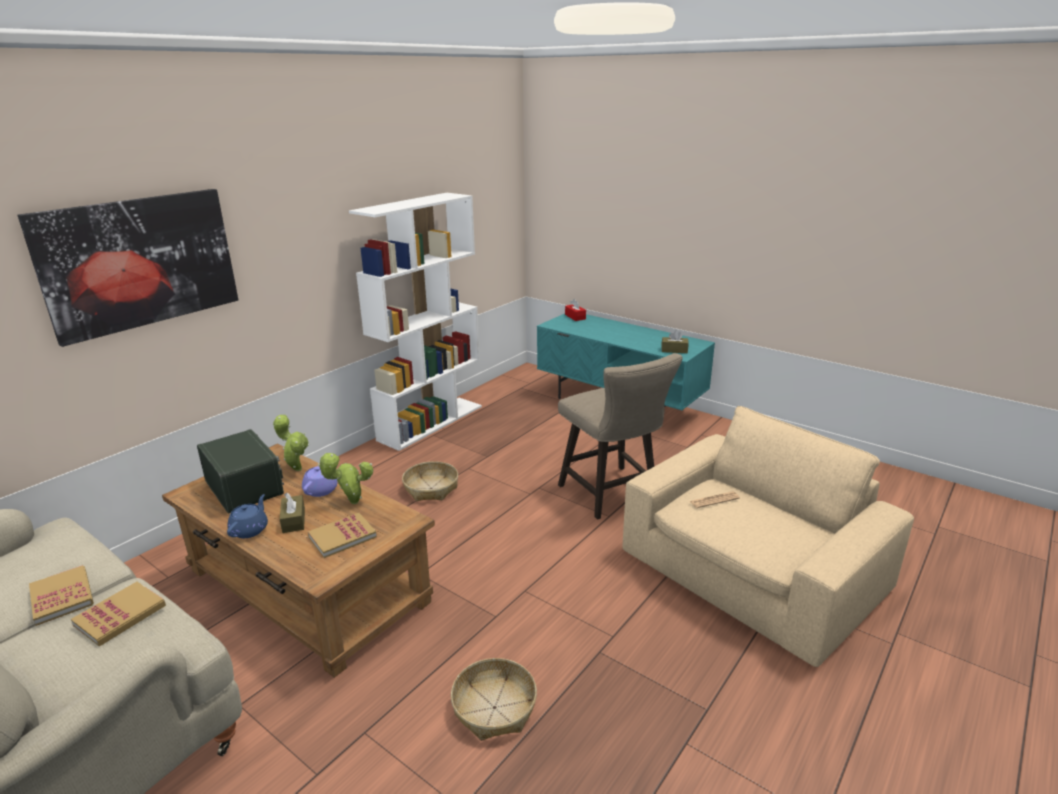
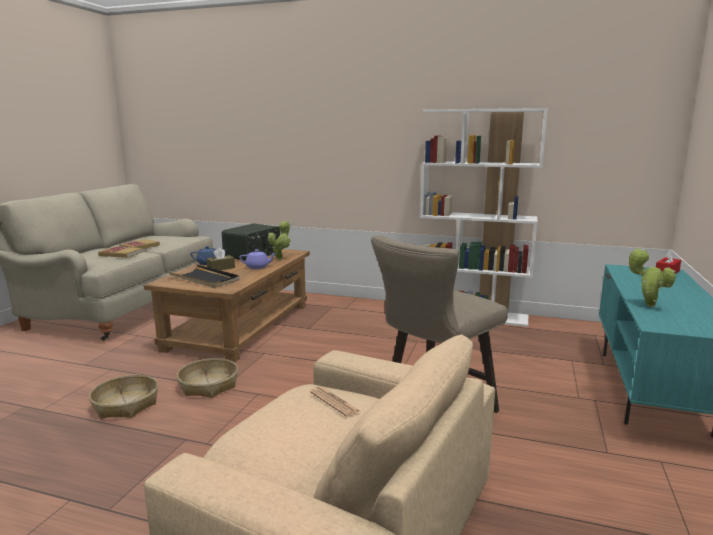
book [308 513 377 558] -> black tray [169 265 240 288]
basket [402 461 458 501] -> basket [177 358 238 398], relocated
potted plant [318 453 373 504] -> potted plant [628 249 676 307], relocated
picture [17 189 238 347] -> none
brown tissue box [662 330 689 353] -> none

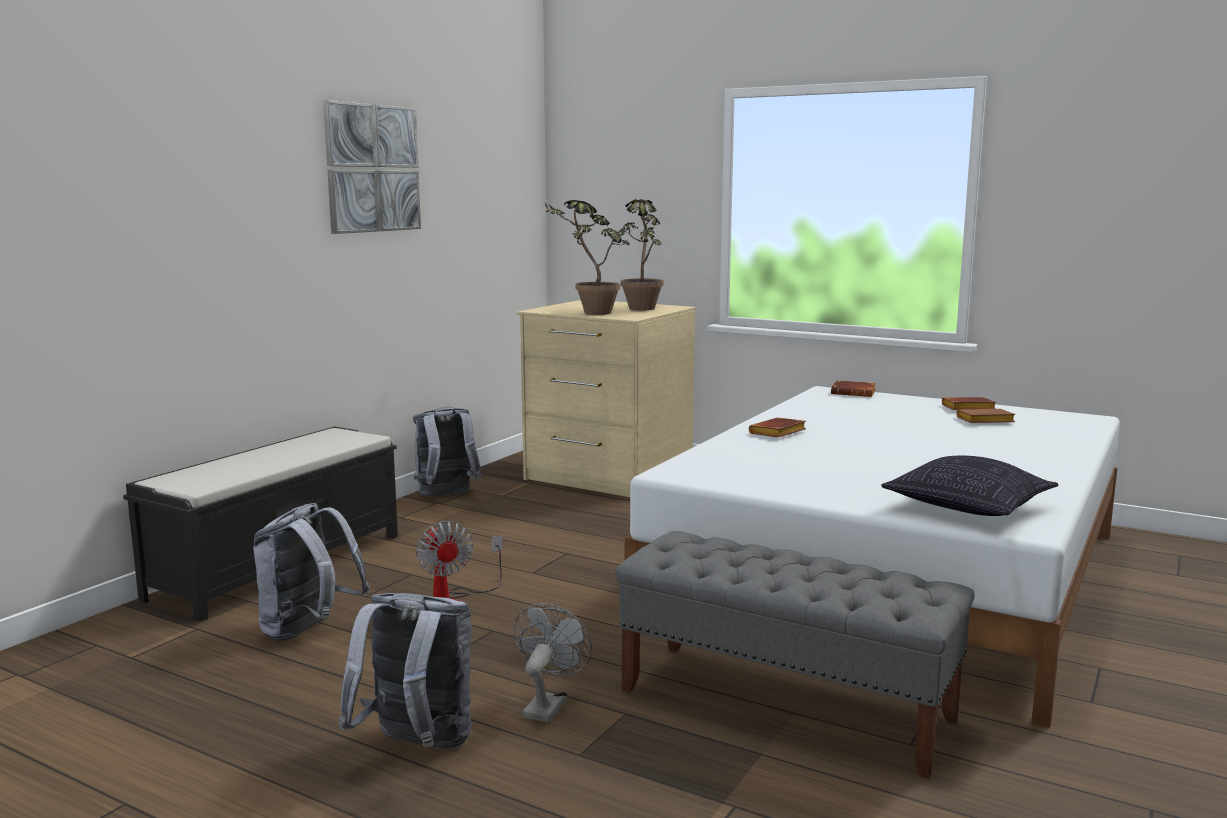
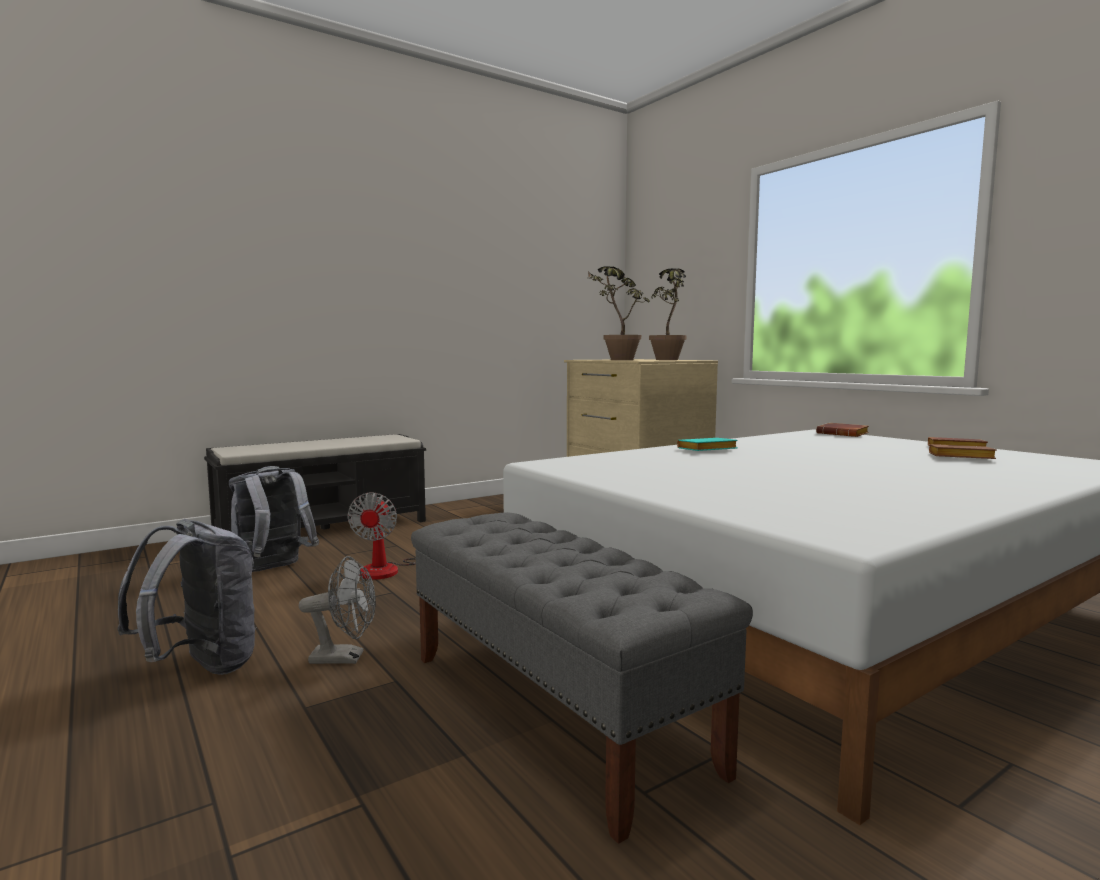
grey fan [514 603 592 722] -> grey fan [299 556 376 664], 45 degrees clockwise
brown book [749 417 806 437] -> turquoise book [677 438 738 451]
picture [323 100 421 234] -> none
grey backpack [413 406 482 496] -> none
pillow [881 456 1059 516] -> none

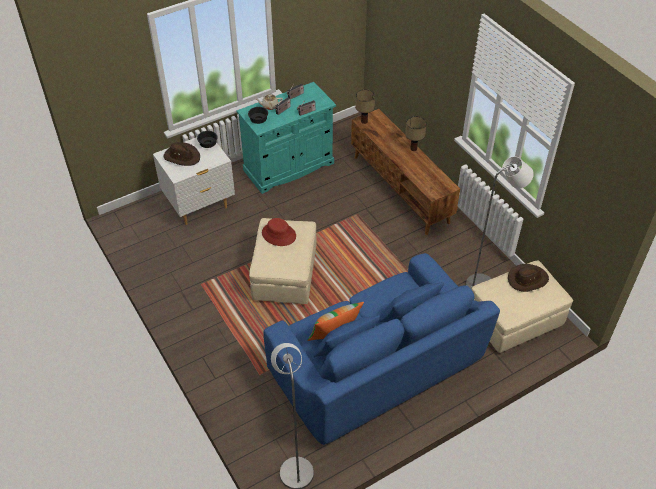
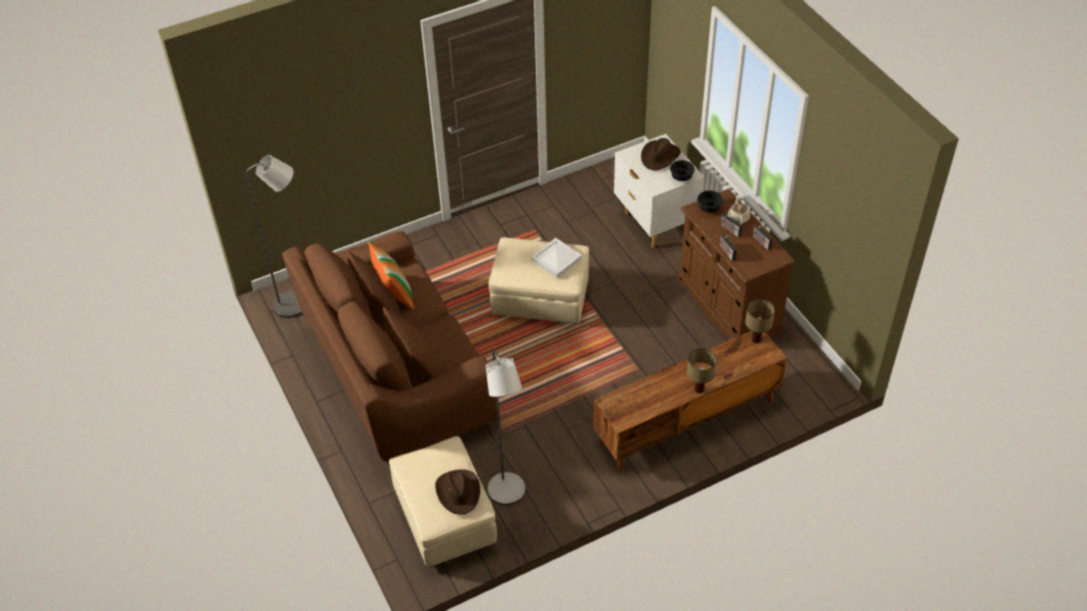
blue sofa [263 253 500 445] -> brown sofa [283 231 497 462]
red hat [262 218 296 246] -> white tray [531 238 582 278]
turquoise cabinet [237 82 336 194] -> brown cabinet [678 189 795 340]

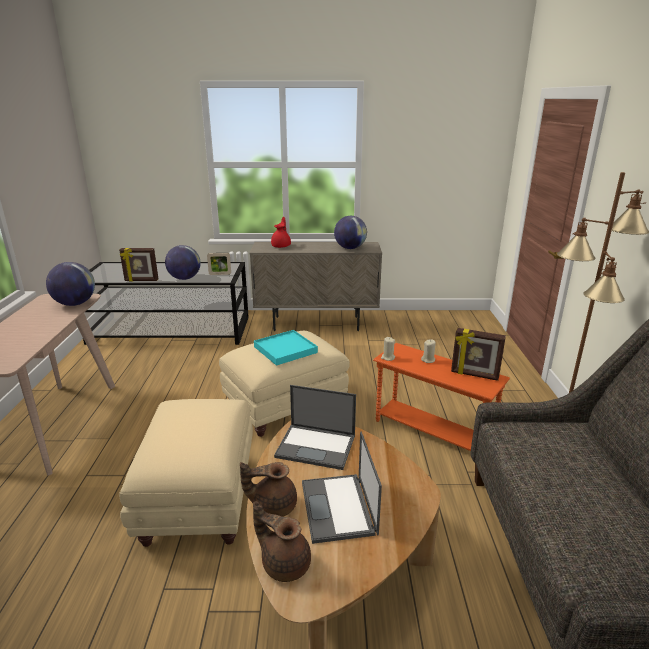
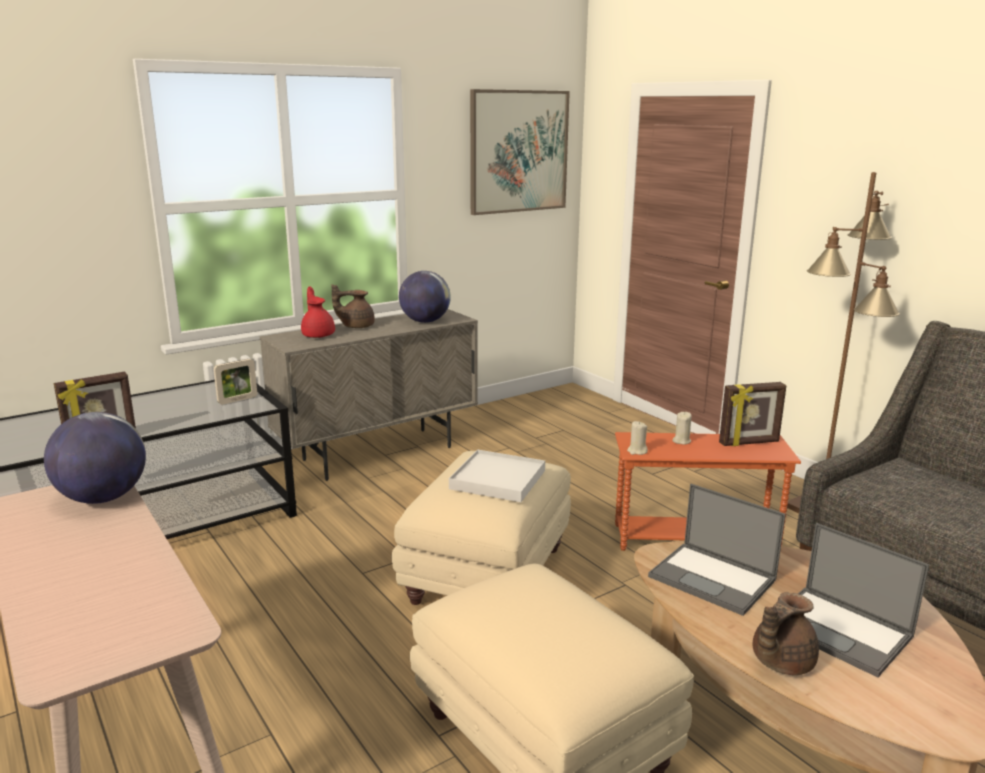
brown teapot [253 501 311 582] -> brown teapot [331 284 375 328], relocated
turquoise tray [254 330 318 366] -> white tray [449 450 545 502]
none -> picture [470 89 570 215]
laptop [274 385 356 470] -> laptop [648 484 786 616], 60 degrees clockwise
globe [165 245 201 280] -> none

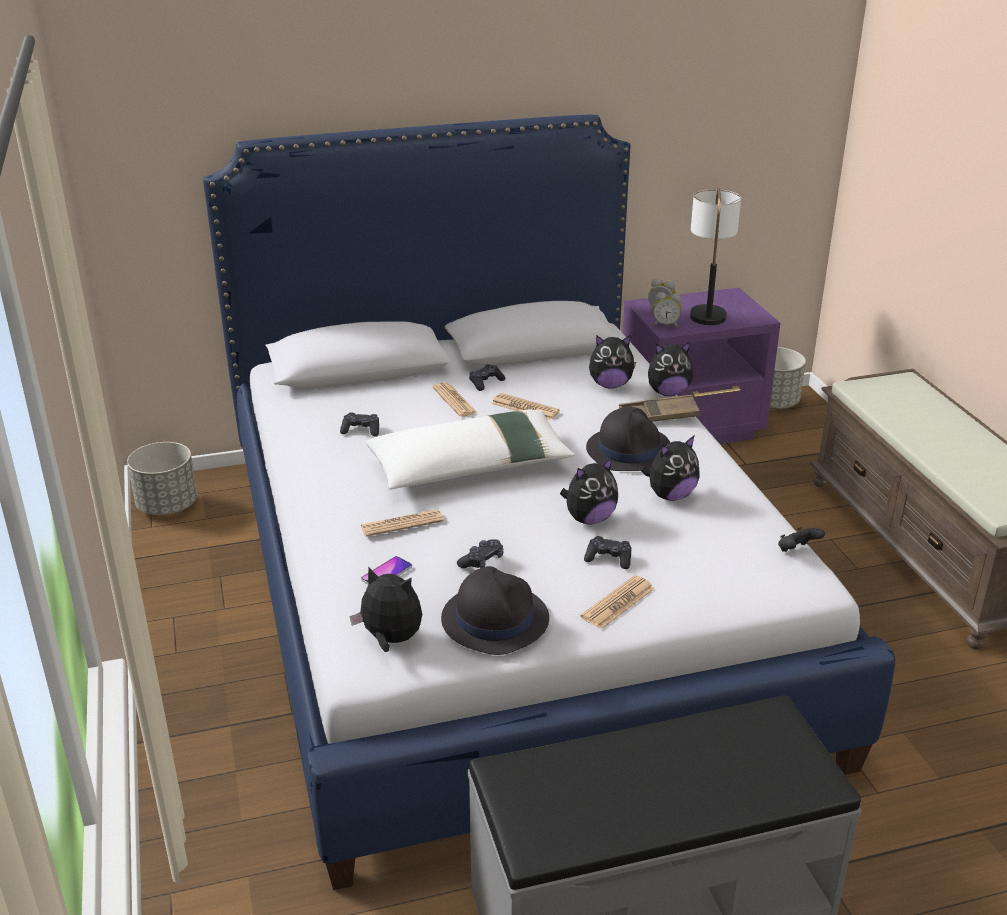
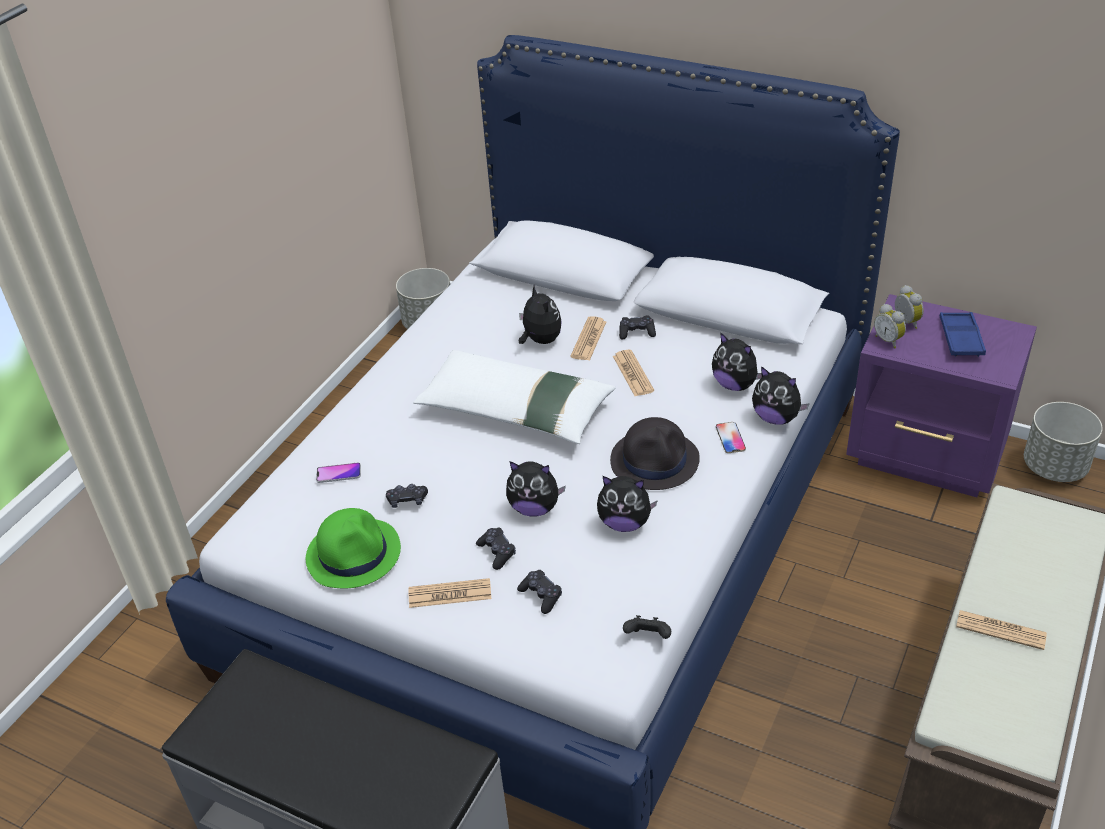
black hat [441 566 549 655] -> green hat [306 508 401 588]
black game controller [340 413 379 436] -> black game controller [517 570 562 614], relocated
plush toy [350 567 422 652] -> plush toy [519 285 562 344], relocated
brown tray [619 395 700 422] -> phone [716 422 746 453]
table lamp [690 188 741 325] -> blue tray [940 312 986 357]
newspaper [361 509 444 537] -> newspaper [956 610 1047 650], relocated

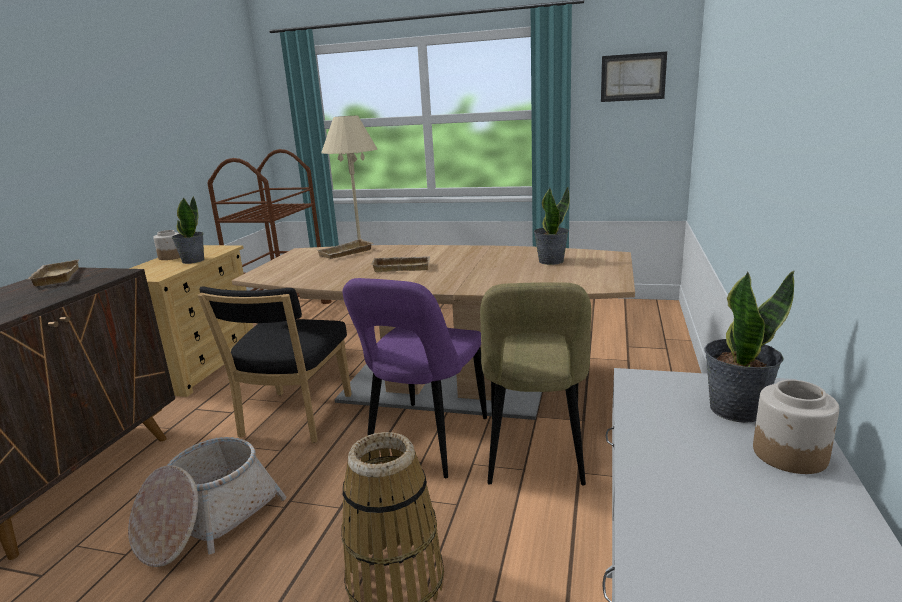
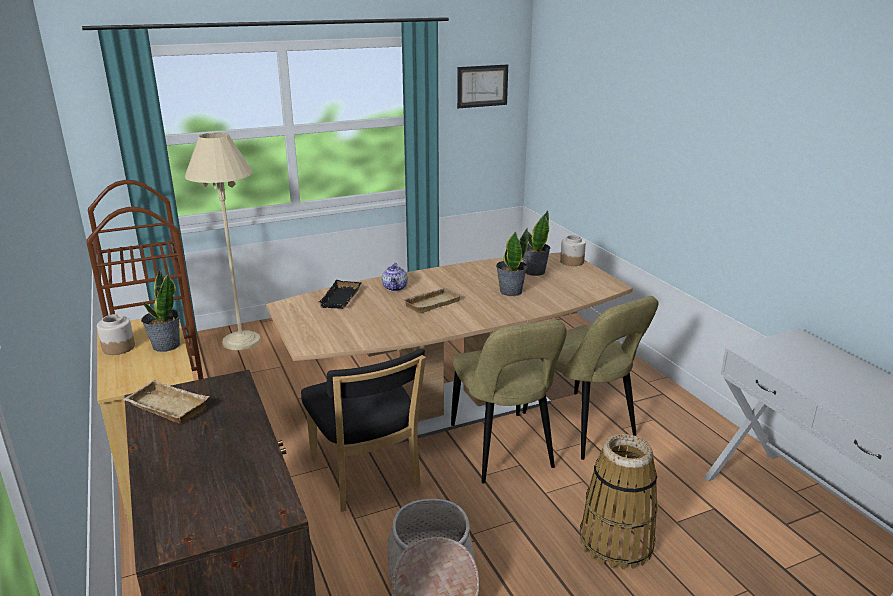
beige tray [318 239 373 259] -> black tray [319 280 362 309]
none -> teapot [382 263 408 291]
purple chair [343 278 487 478] -> beige chair [451 320 567 484]
potted plant [704 270 795 423] -> potted plant [496 228 528 296], relocated
jar [753 380 839 474] -> jar [560 235 586 266], relocated

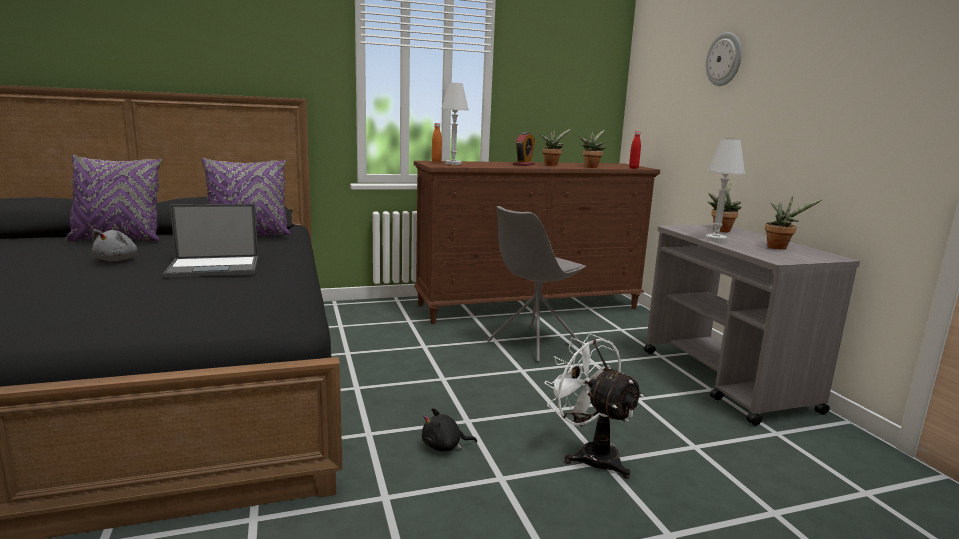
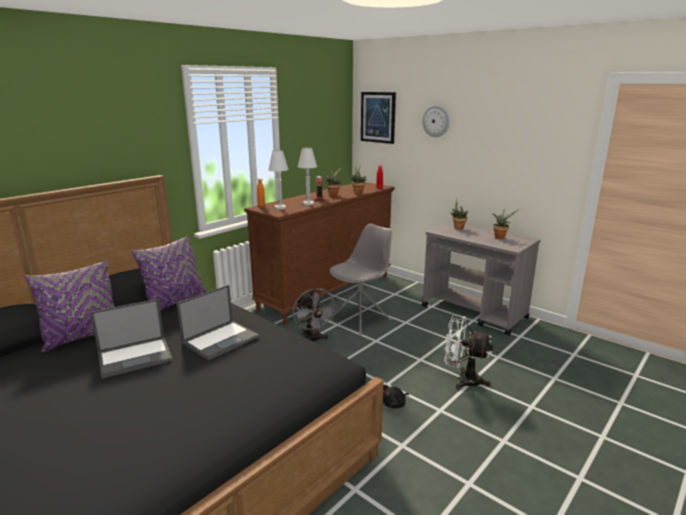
grey plush toy [92 229 137 261] -> laptop [90 299 173 379]
none -> grey fan [293 288 337 343]
white table lamp [705 138 745 242] -> white table lamp [298 148 317 205], relocated
grey chair [487 206 586 362] -> grey chair [330 224 392 335], 150 degrees counterclockwise
none -> picture [361 92 396 144]

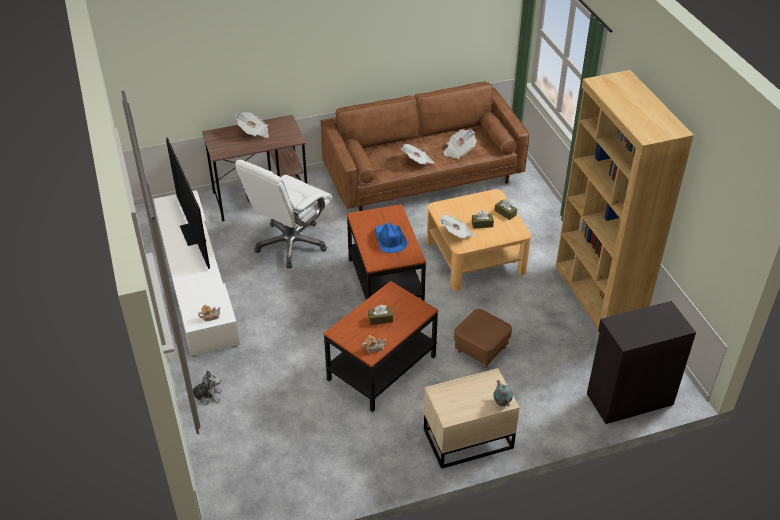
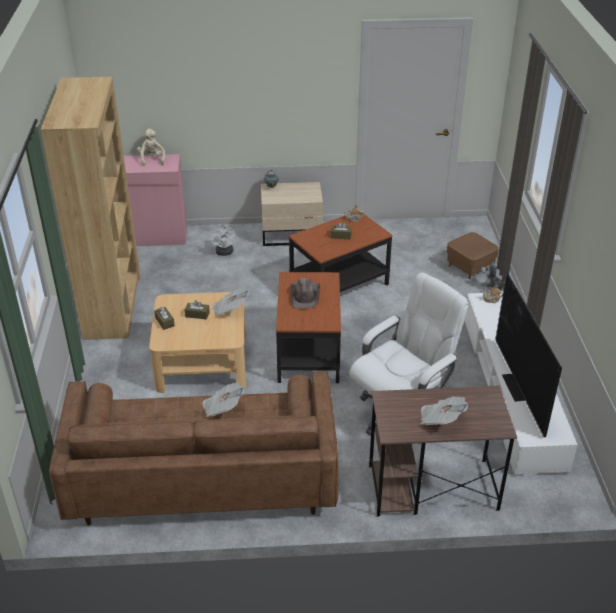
black cabinet [587 301 696 424] -> pink cabinet [124 154 187 246]
none -> beige plush toy [137 129 165 166]
none -> white fan [212 225 236 256]
blue hat [375 223 407 253] -> brown hat [291 278 321 309]
brown ottoman [454 309 512 368] -> brown ottoman [447 232 499 279], relocated
newspaper [443 129 477 159] -> none

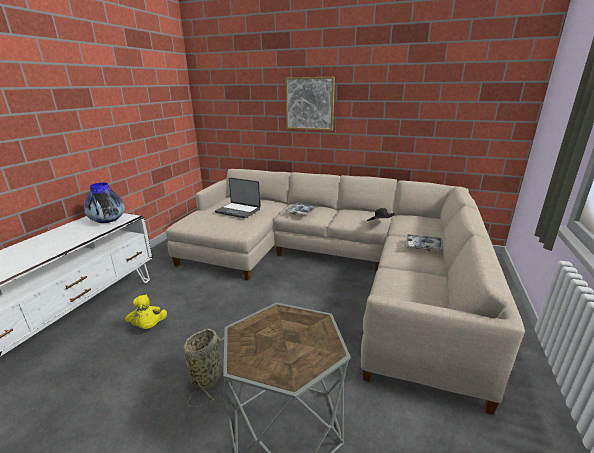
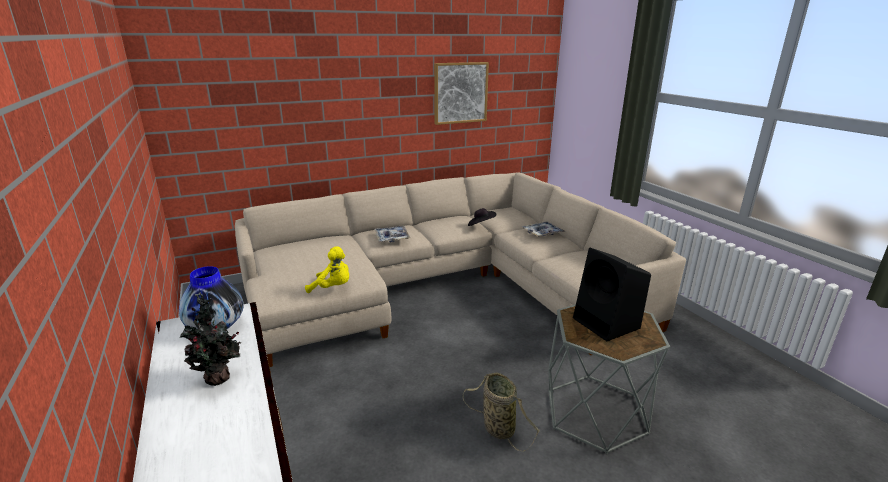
none -> potted plant [180 292 241 386]
yellow plush toy [125 294 167 329] -> yellow plush toy [305 246 349 293], relocated
picture [285 77 335 131] -> picture [434 62 489 125], relocated
none -> black speaker [573 248 651 341]
laptop [215 177 261 218] -> none

